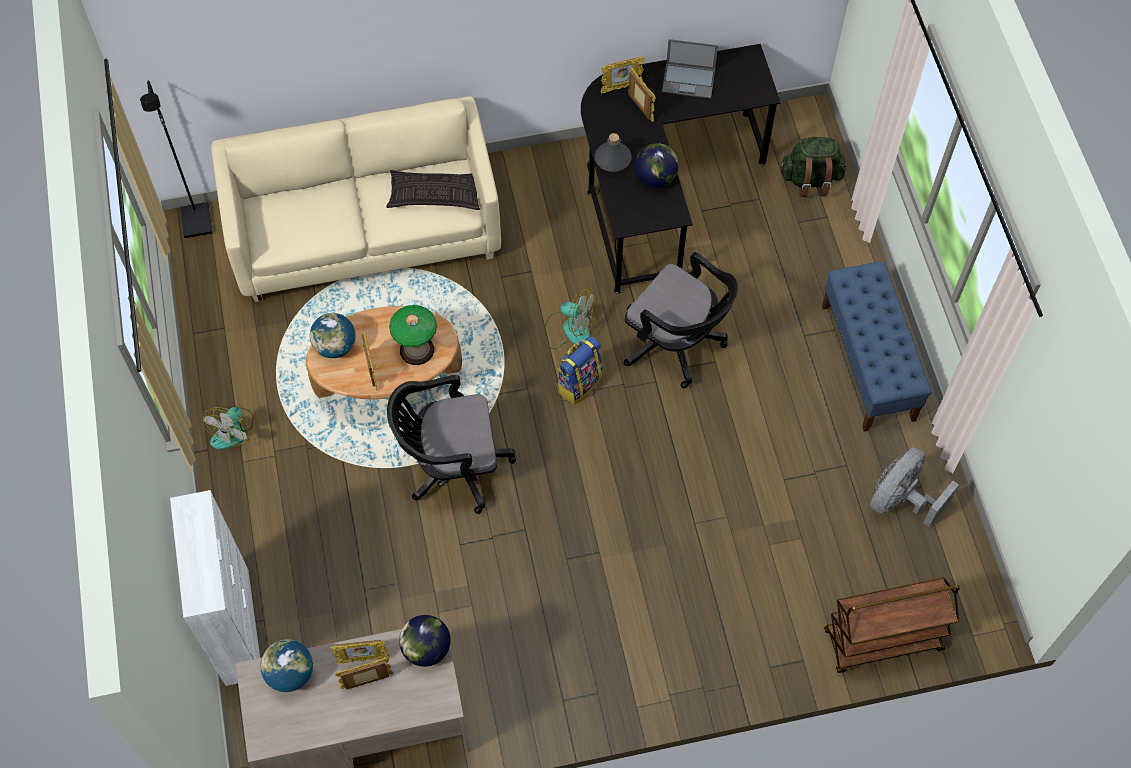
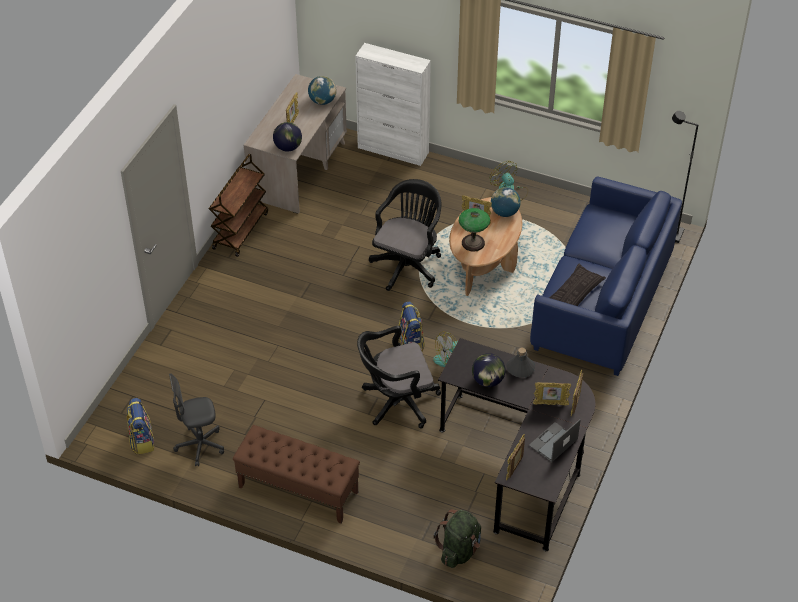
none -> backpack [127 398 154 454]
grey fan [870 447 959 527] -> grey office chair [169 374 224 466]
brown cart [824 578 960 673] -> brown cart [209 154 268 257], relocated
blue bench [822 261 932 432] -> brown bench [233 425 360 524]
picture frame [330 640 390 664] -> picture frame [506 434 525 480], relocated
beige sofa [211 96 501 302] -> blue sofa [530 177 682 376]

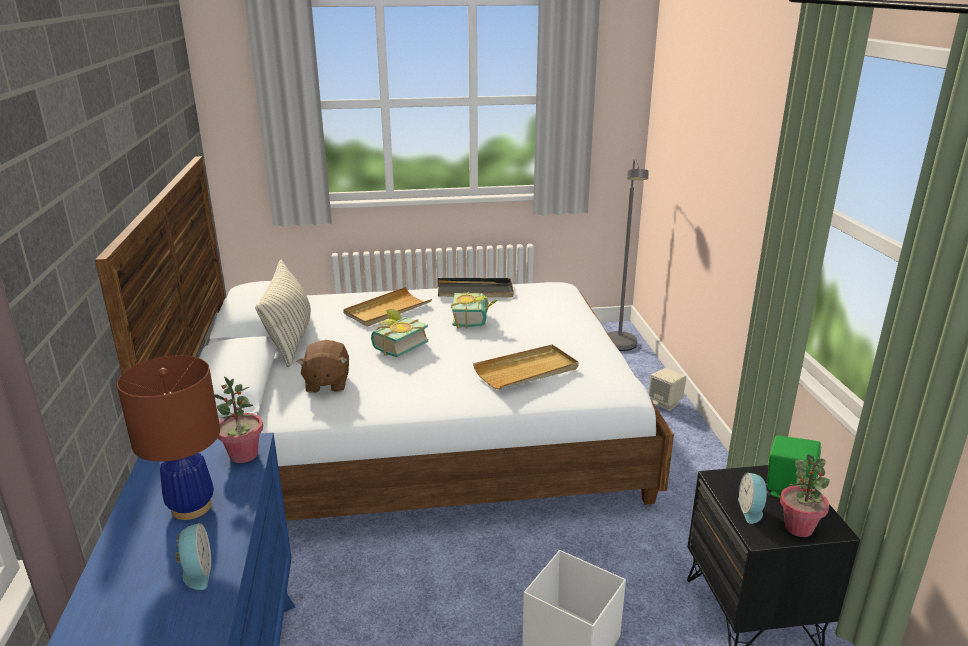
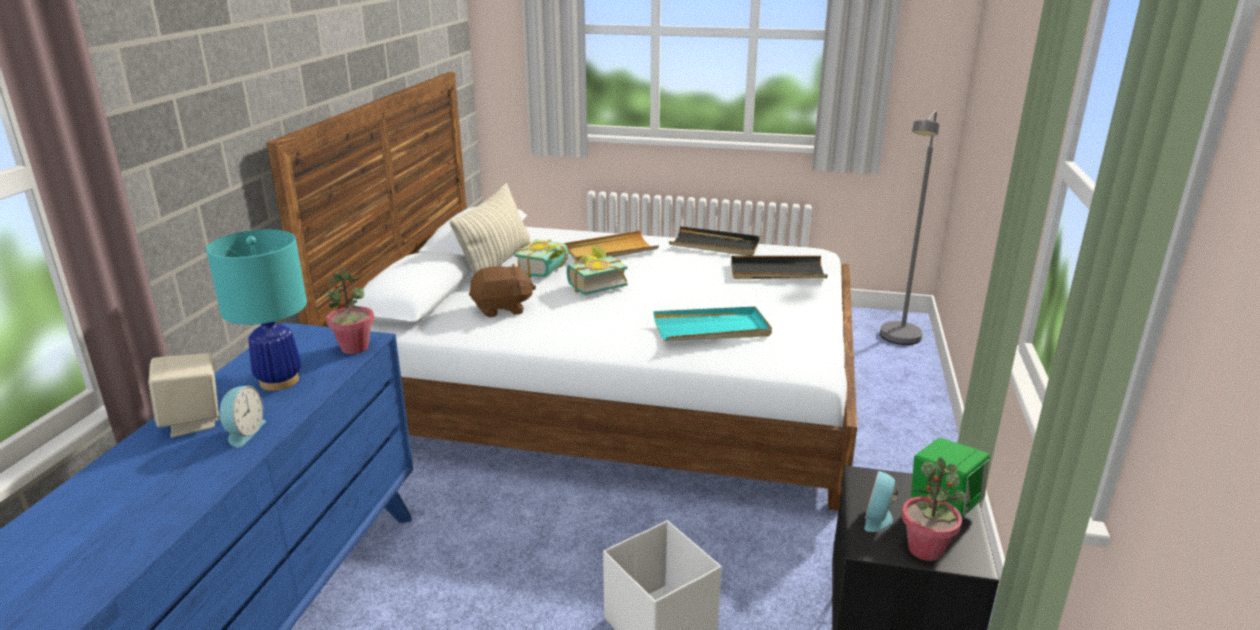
beige speaker [648 368 686 411] -> beige speaker [148 353 219 437], relocated
brown table lamp [117 355 220 520] -> turquoise table lamp [206 229 307 391]
brown plush toy [297 340 349 393] -> brown plush toy [469 264 536 317], 120 degrees counterclockwise
book [451 292 498 329] -> book [515 239 569 278], relocated
beige tray [473 345 578 389] -> turquoise tray [653 306 772 341]
none -> black tray [731 256 828 279]

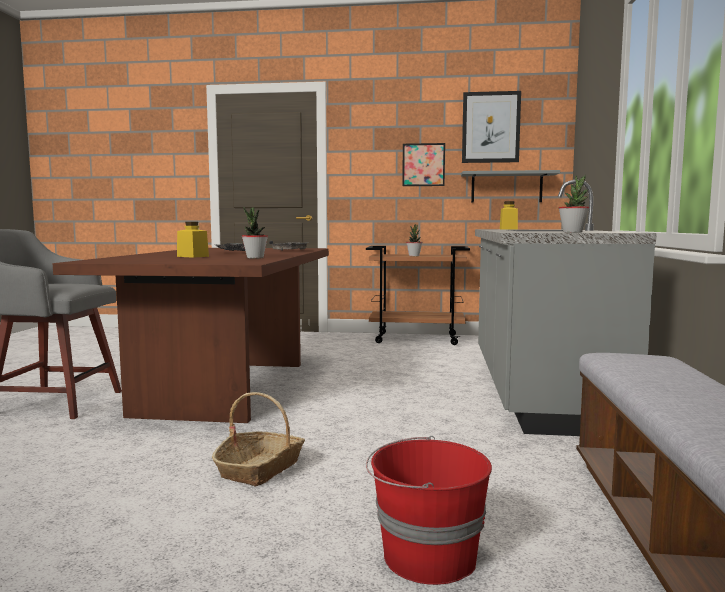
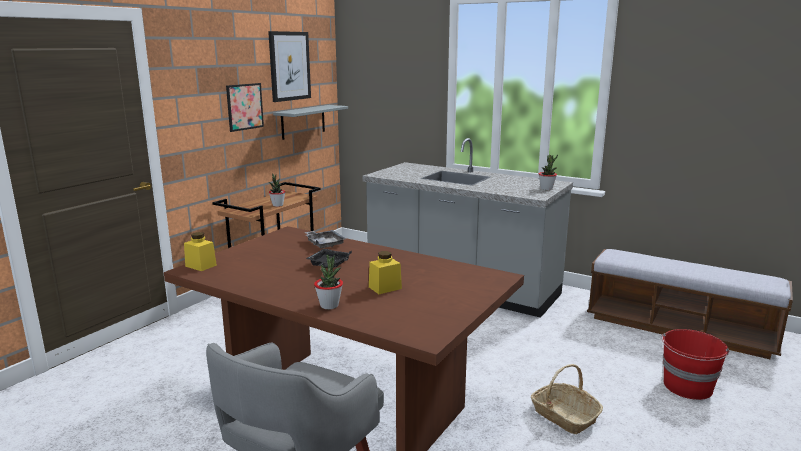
yellow jar [500 201 518 230] -> yellow jar [184 232 217 271], relocated
potted plant [242 207 268 258] -> potted plant [314 254 343 309], relocated

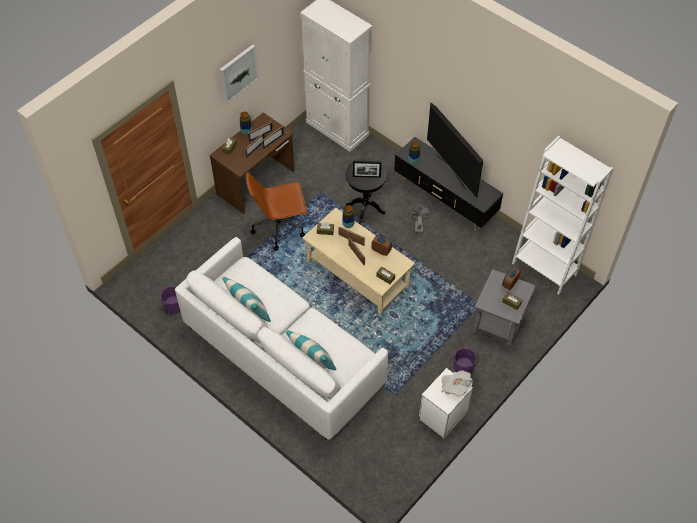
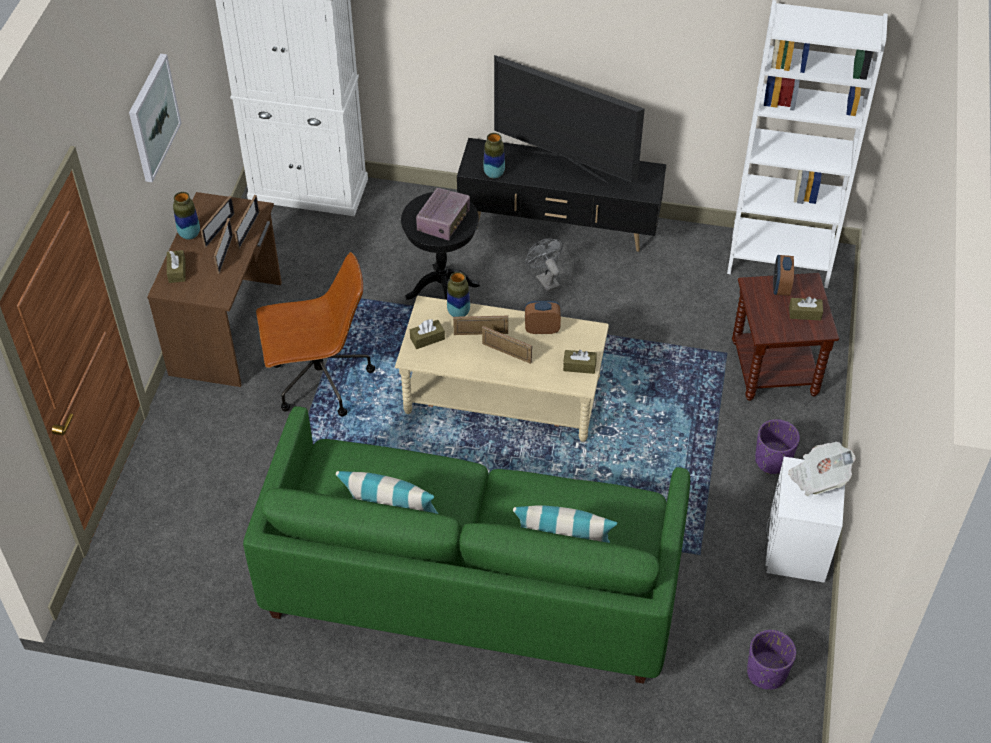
white sofa [175 237 388 440] -> green sofa [243 406 690 684]
brown office chair [246 172 308 251] -> brown office chair [256 252 375 416], 150 degrees counterclockwise
picture frame [353 161 381 178] -> radio [416 188 470 240]
grey side table [473 269 536 347] -> brown side table [732 273 839 401]
purple planter [160 286 180 315] -> purple planter [747 630 796 690], relocated

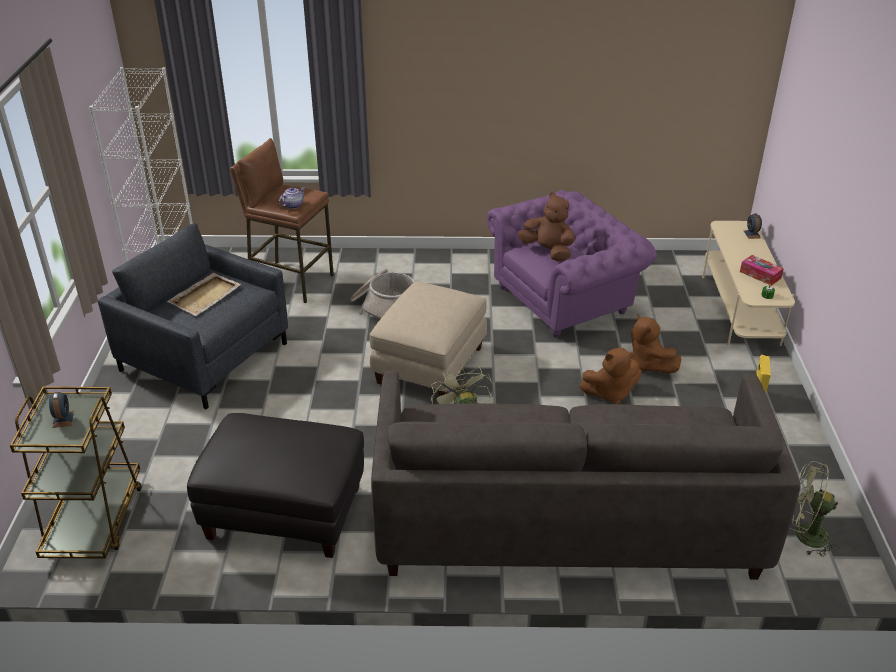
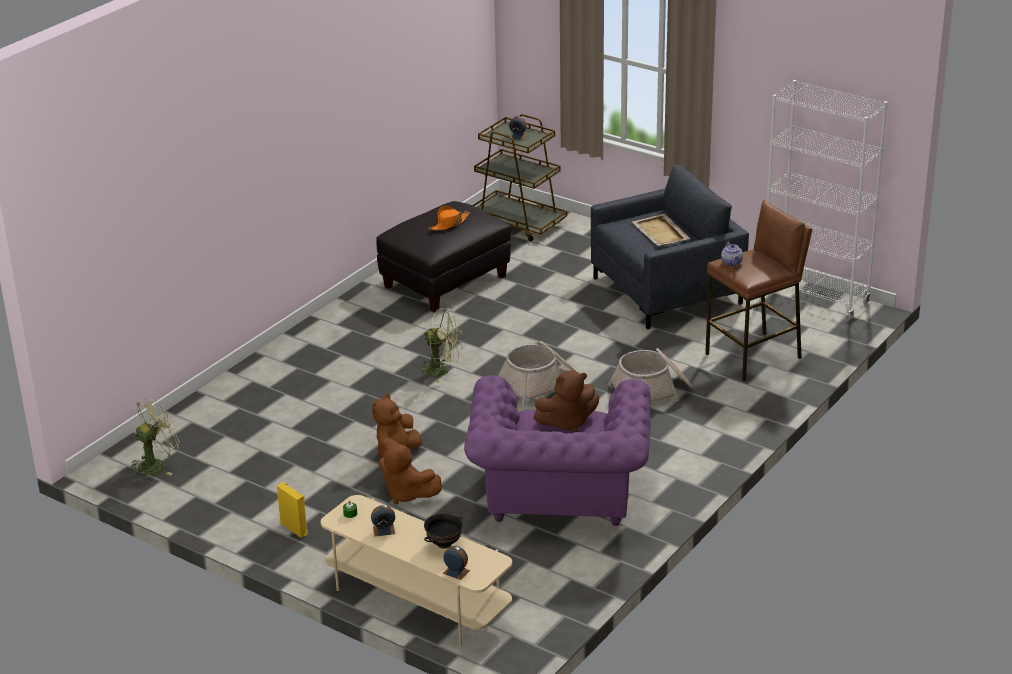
tissue box [740 255 784 286] -> alarm clock [371 505 395 537]
brown plush toy [631 315 681 373] -> brown plush toy [379 443 442 505], 150 degrees counterclockwise
none -> black bowl [424 513 463 549]
none -> orange hat [429 205 470 230]
beige ottoman [370 282 487 396] -> basket [498 341 576 407]
grey sofa [371 370 801 580] -> none

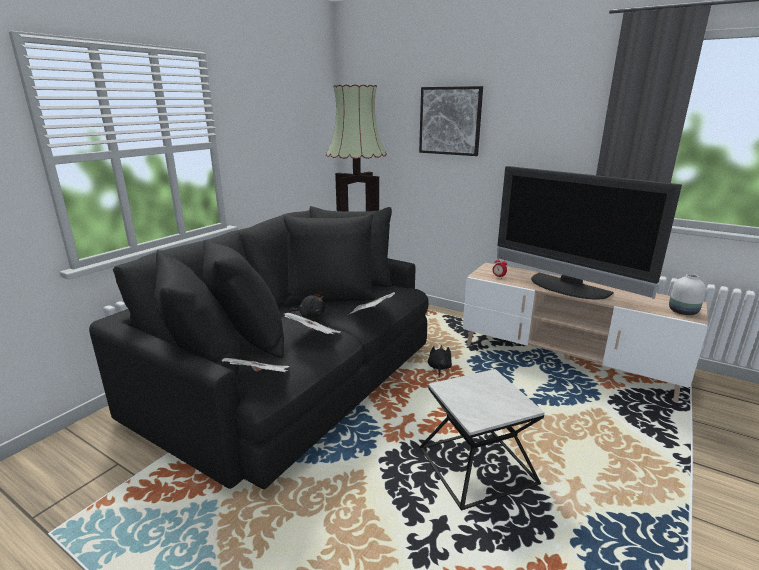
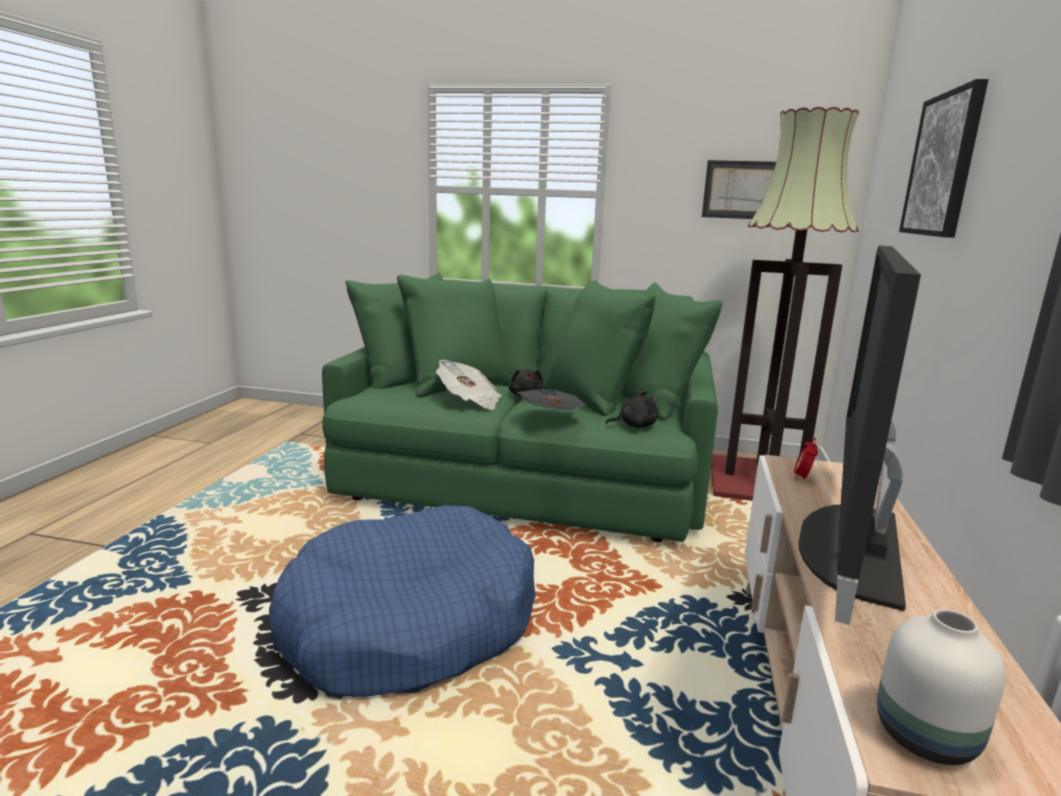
side table [420 369 545 510] -> blue dog bed [269 505 536 697]
black sofa [89 206 429 489] -> green sofa [322 273 723 542]
black plush toy [428 345 452 376] -> black plush toy [605 391 658 428], relocated
none -> picture [702 160 776 219]
newspaper [222 358 290 372] -> none

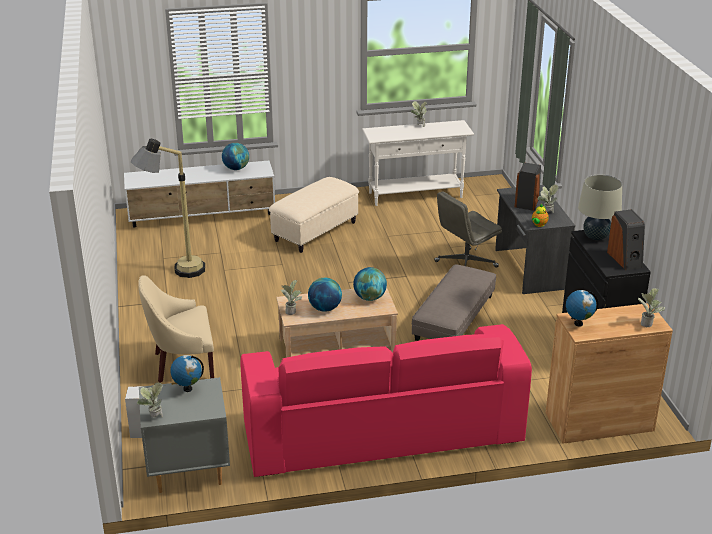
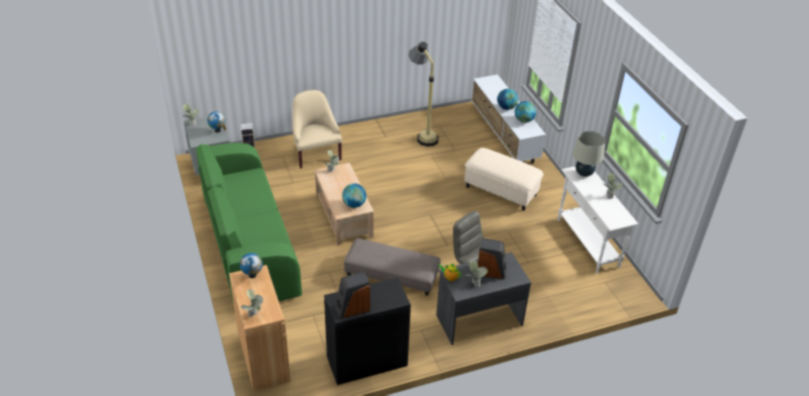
pink sofa [240 324 532 477] -> green sofa [196 143 302 304]
globe [308 278 342 312] -> globe [497 89 518 110], relocated
beige table lamp [578 174 622 240] -> beige table lamp [573 131 605 177], relocated

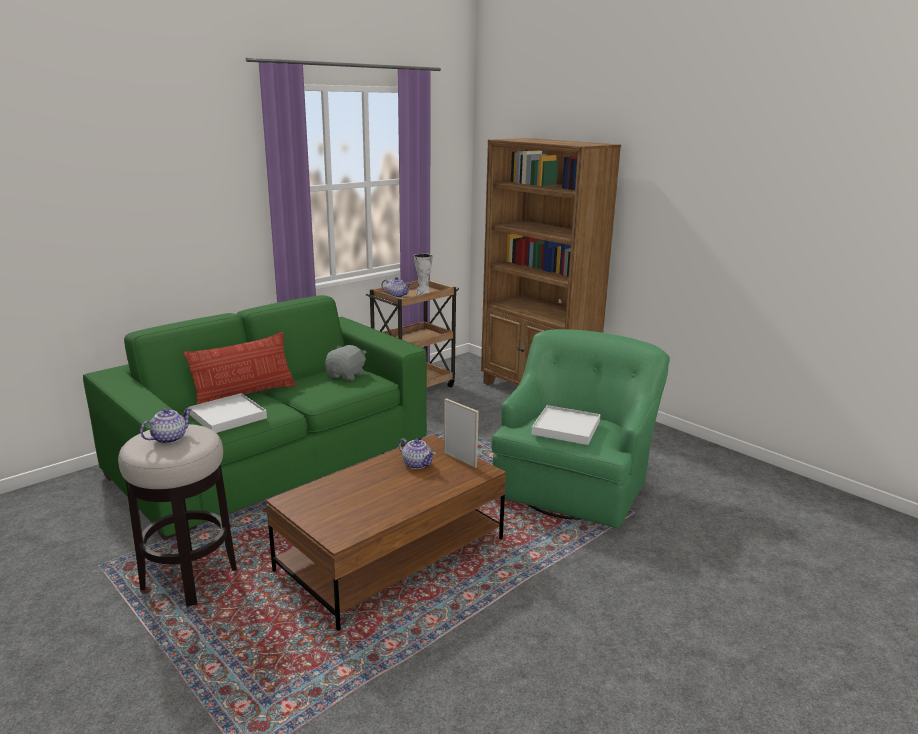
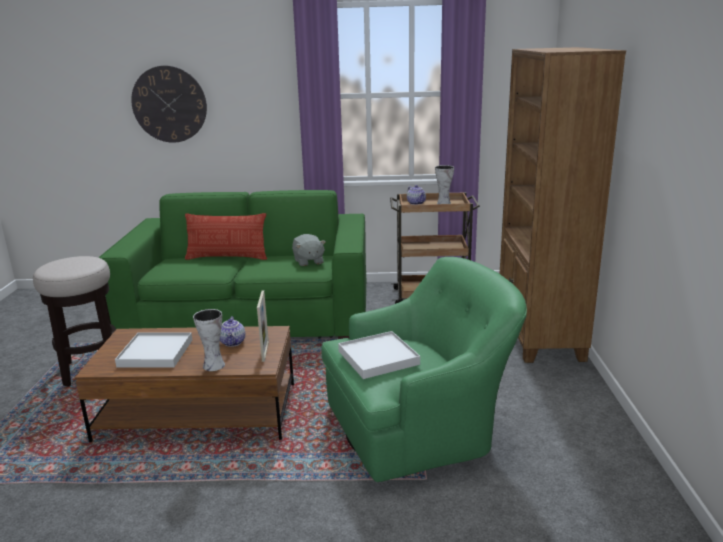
white tray [189 393 267 433] -> white tray [115 332 192 368], relocated
none -> wall clock [131 66 207 143]
none -> vase [193 309 225 371]
grey plush toy [325 345 366 381] -> grey plush toy [292 234 326 266], 90 degrees clockwise
teapot [140 407 192 444] -> none

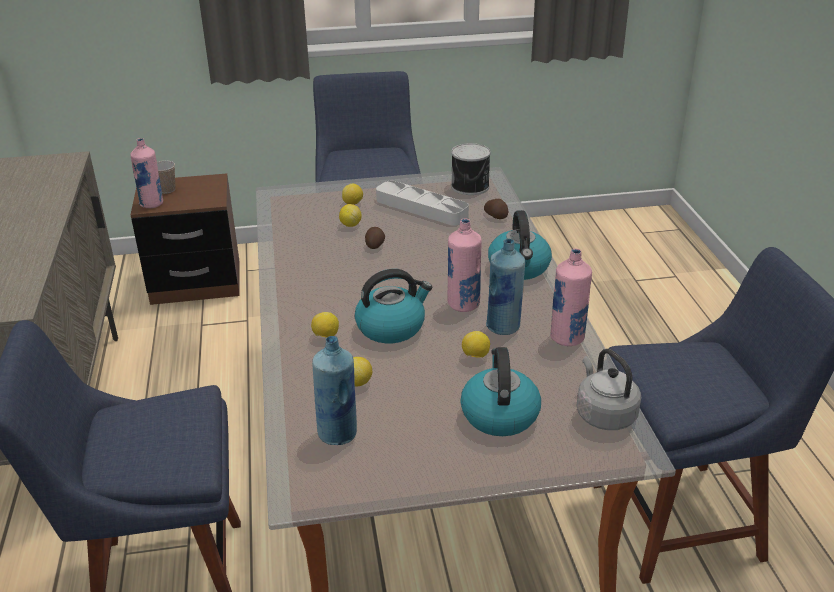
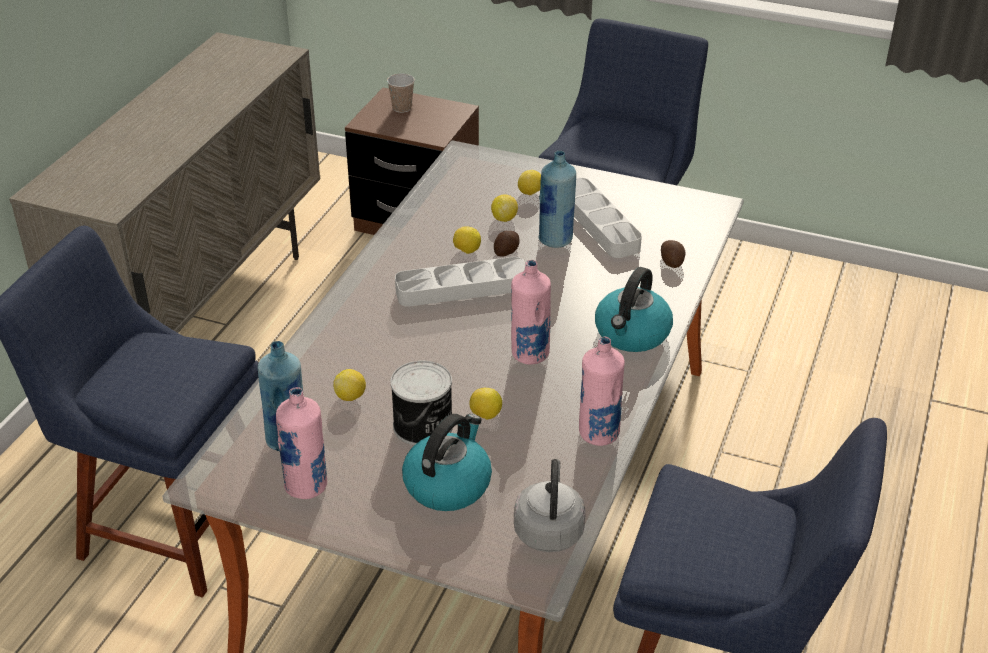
pink bottle [130 138 163 208] -> pink bottle [276 387 327 499], relocated
can [451 143 491 195] -> can [390 361 453 446], relocated
none -> grey tray [395 257 525 307]
lemon [311 312 339 338] -> lemon [453 226 481 254], relocated
blue bottle [486 238 525 335] -> blue bottle [538 151 576 248], relocated
kettle [355 269 432 343] -> none

